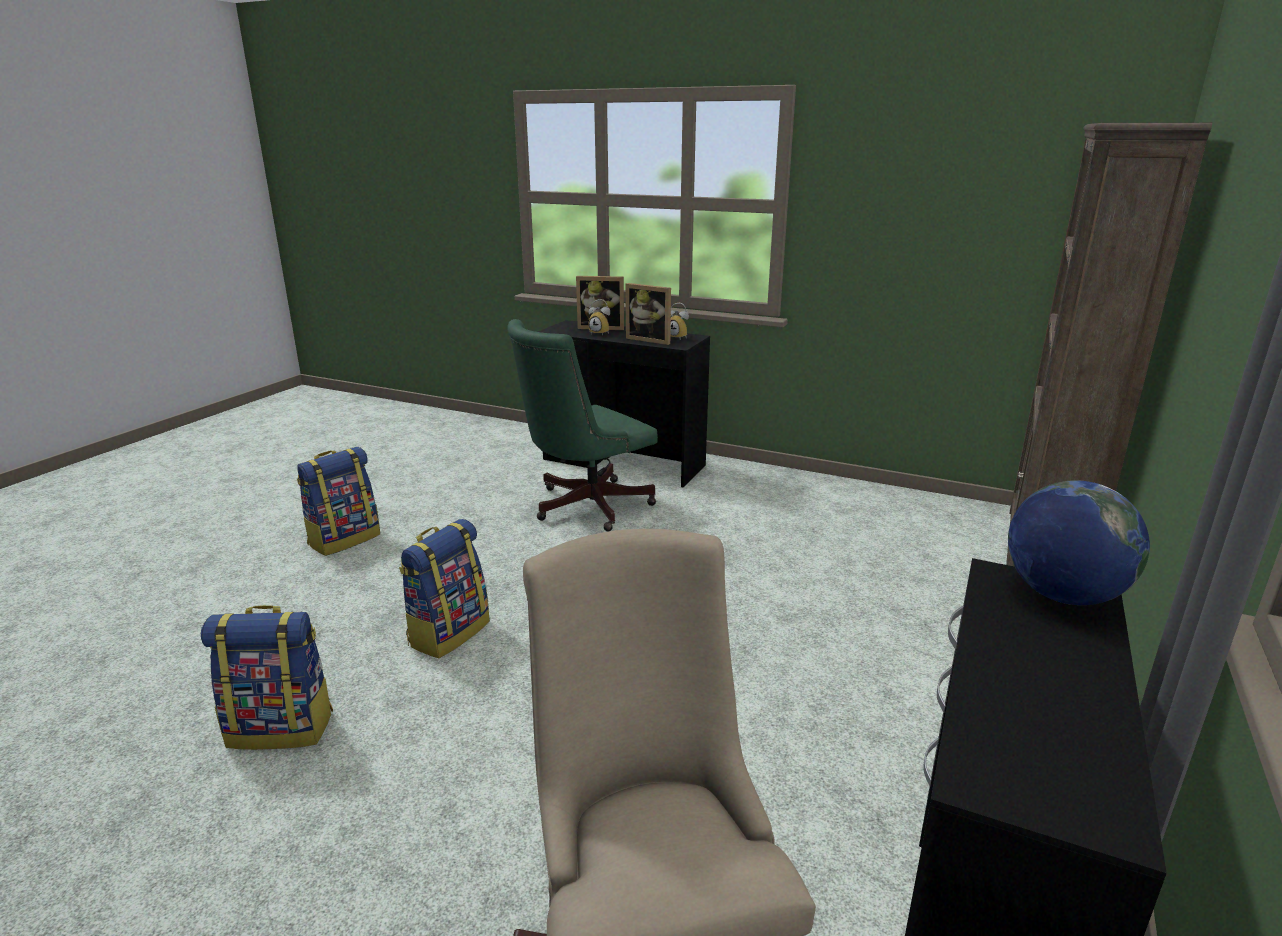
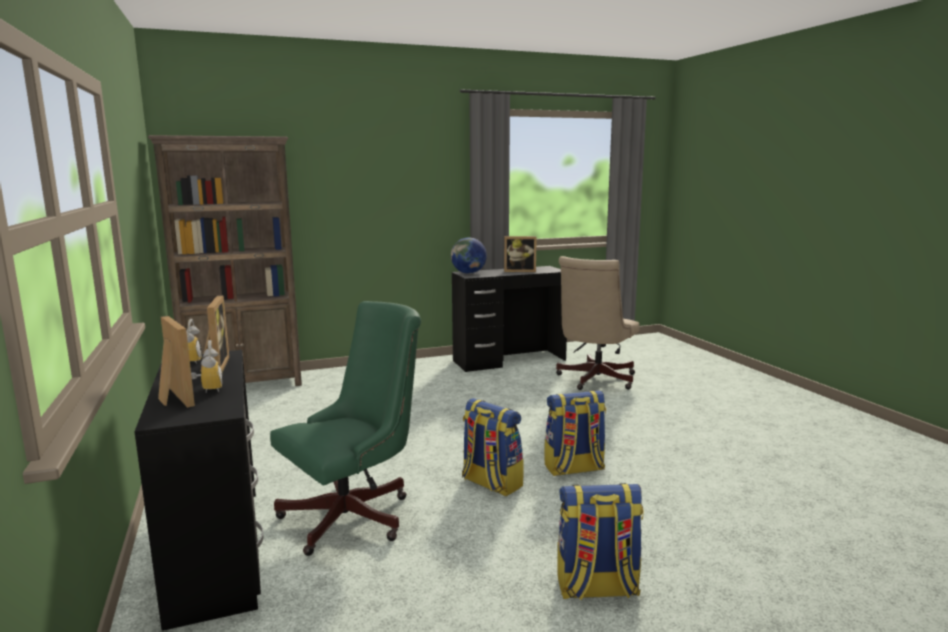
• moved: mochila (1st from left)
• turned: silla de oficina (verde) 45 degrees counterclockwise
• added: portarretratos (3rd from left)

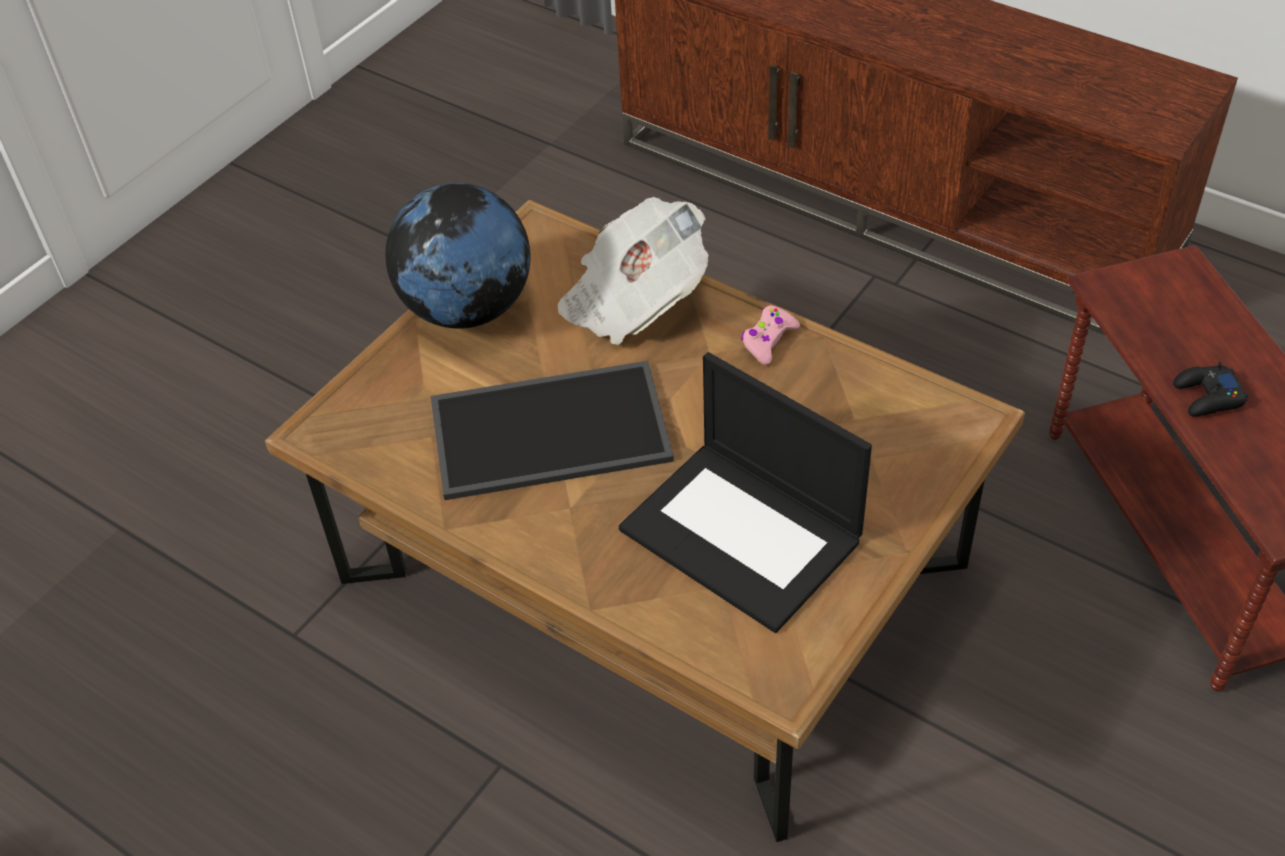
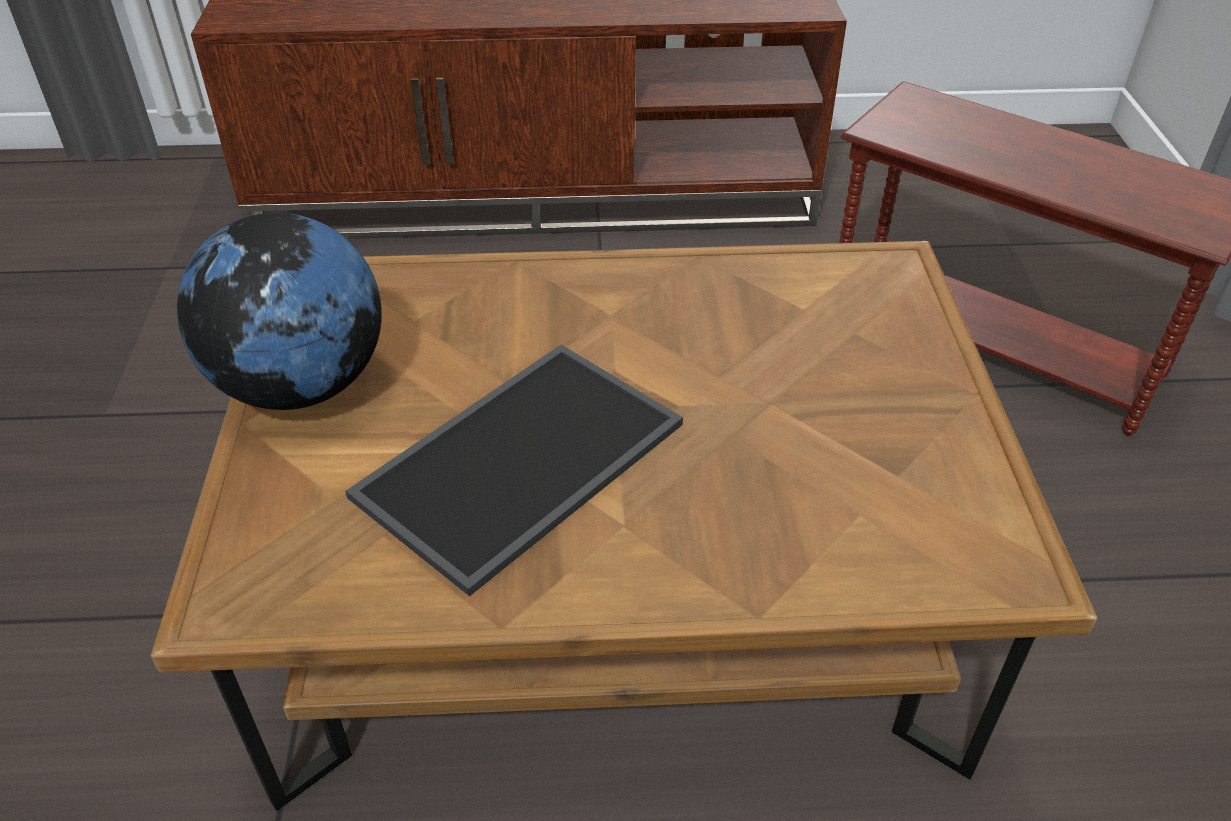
• removed: periódico
• removed: portátil
• removed: mando de consola (rosa)
• removed: mando de consola (negro)

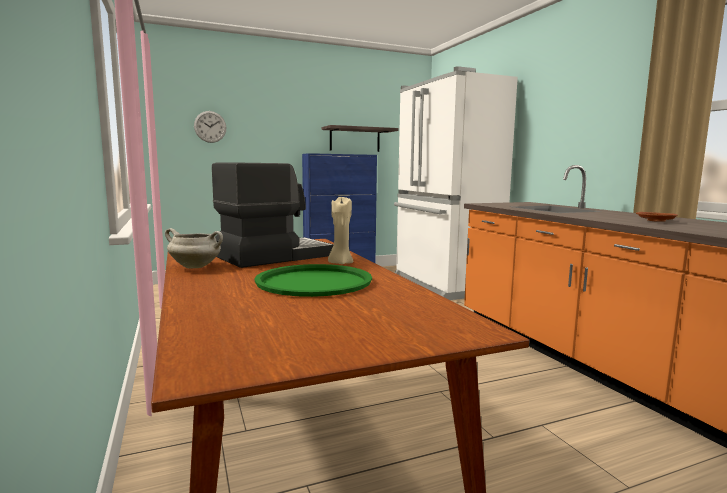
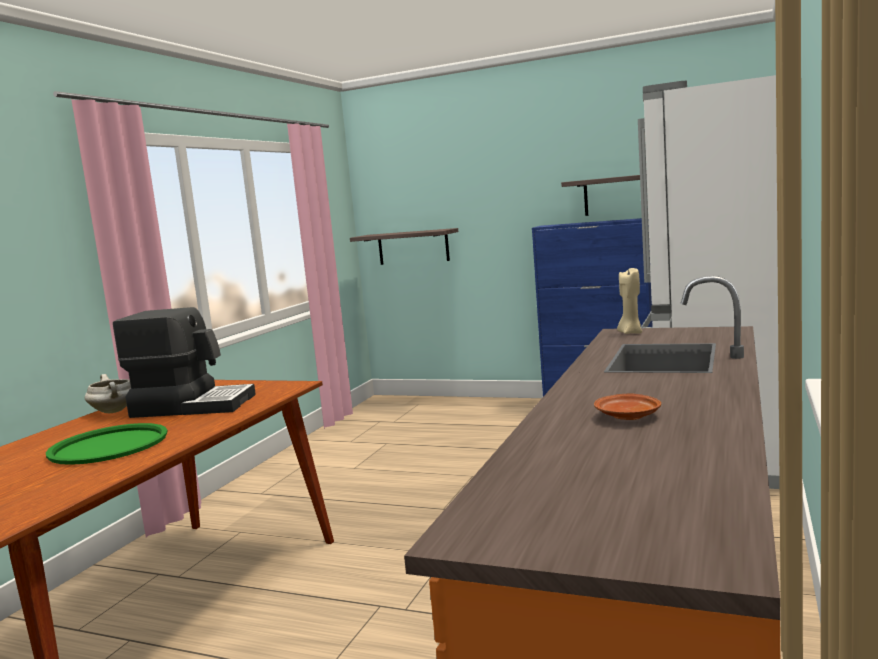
• removed: reloj de pared
• moved: vela (beis)
• added: estante (1st from left)

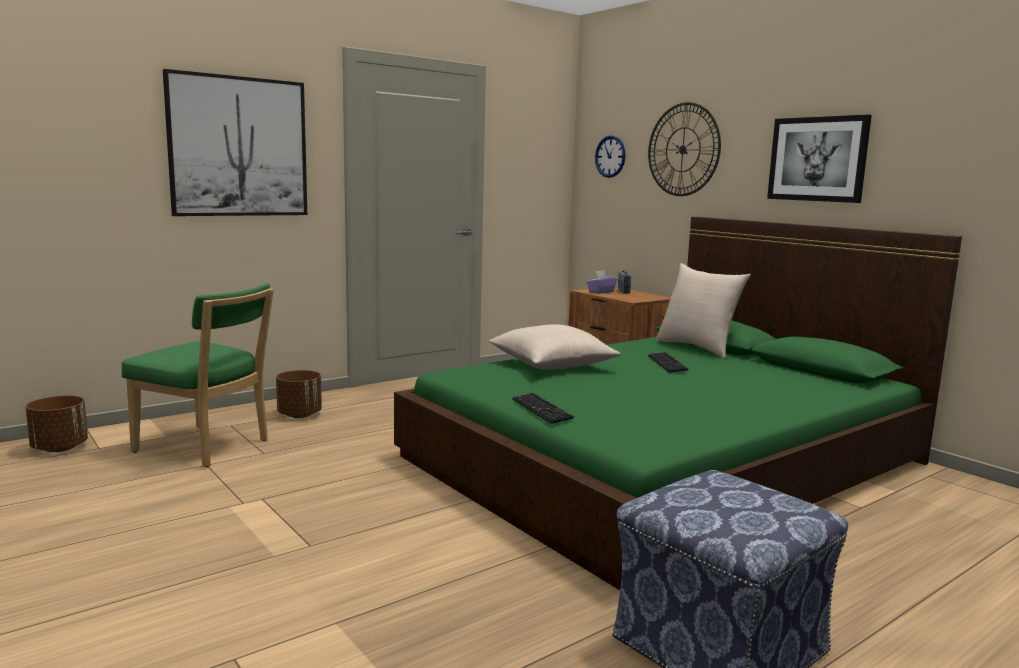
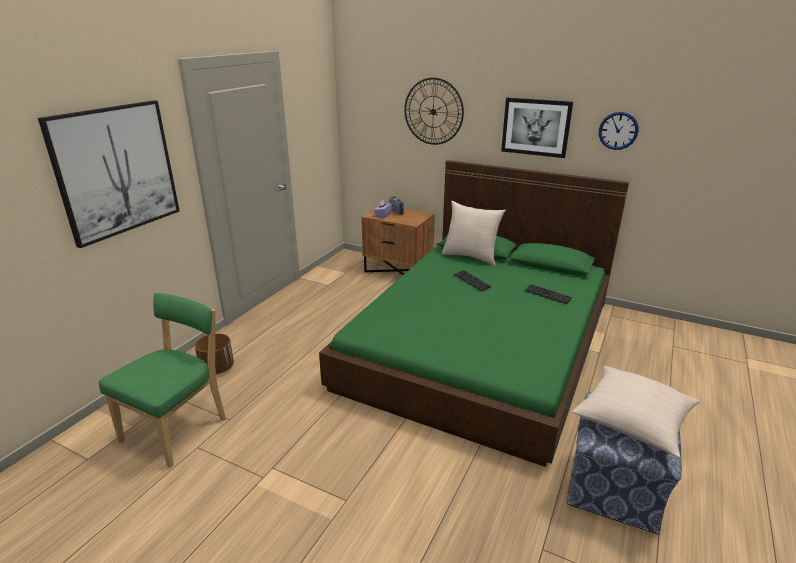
• removed: maceta (marrón) (1st from left)
• turned: silla (verde) 60 degrees counterclockwise
• moved: cojín (beis) (1st from left in the first image) to cojín (beis) (2nd from left)
• moved: teclado (1st from left in the first image) to teclado (2nd from left)
• moved: reloj de pared (1st from left in the first image) to reloj de pared (2nd from left)

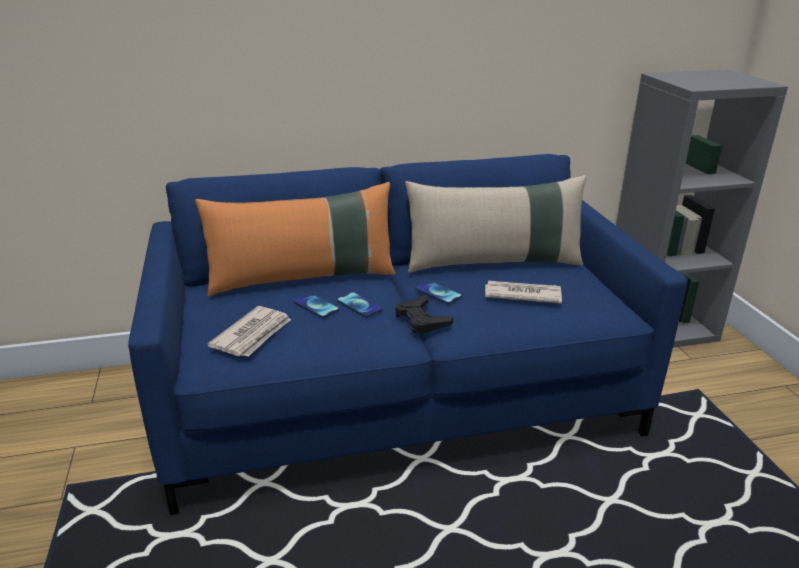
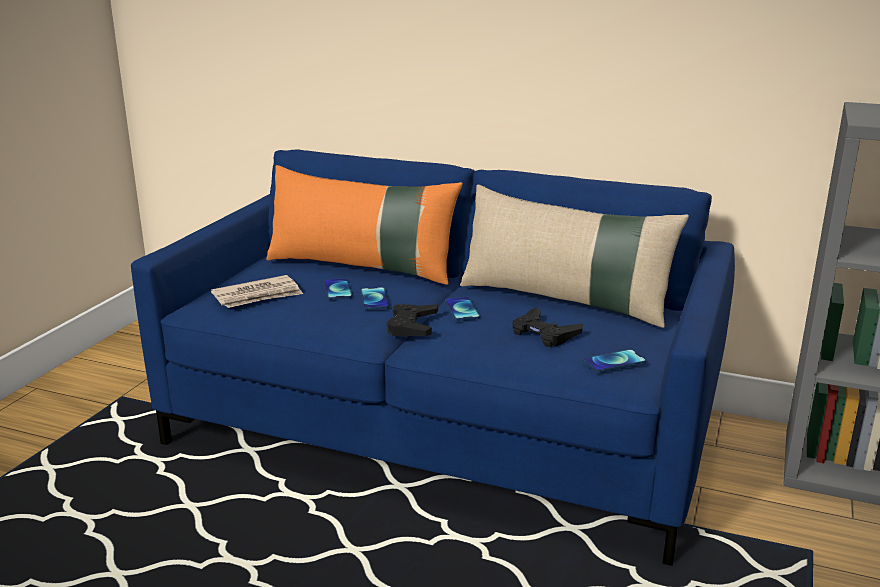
• replaced: periódico (2nd from left) to mando de consola (negro) (2nd from left)
• added: móvil (4th from left)

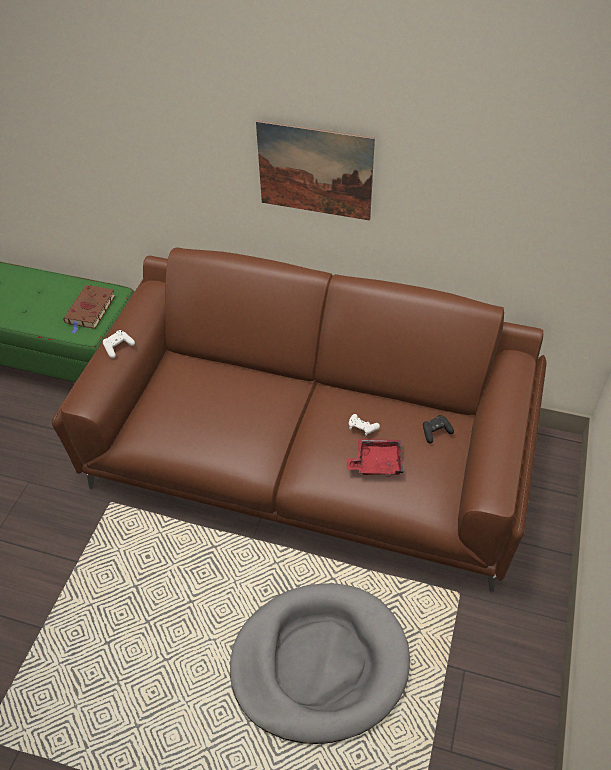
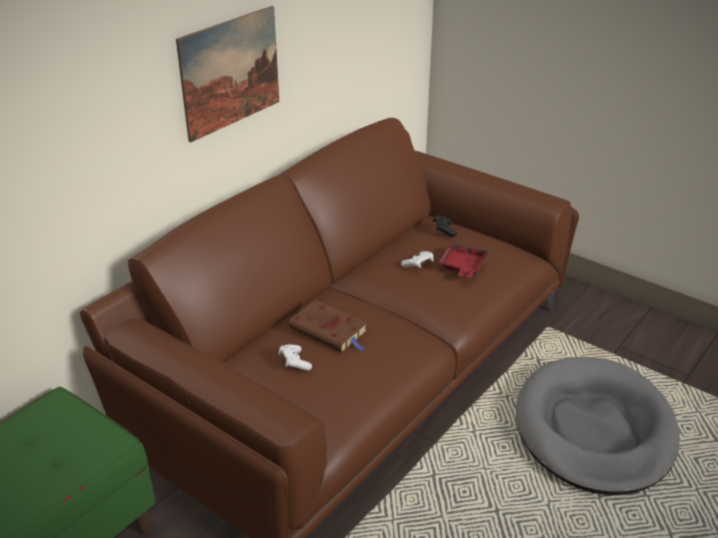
• moved: libro (marrón)
• moved: mando de consola (blanco) (1st from left)

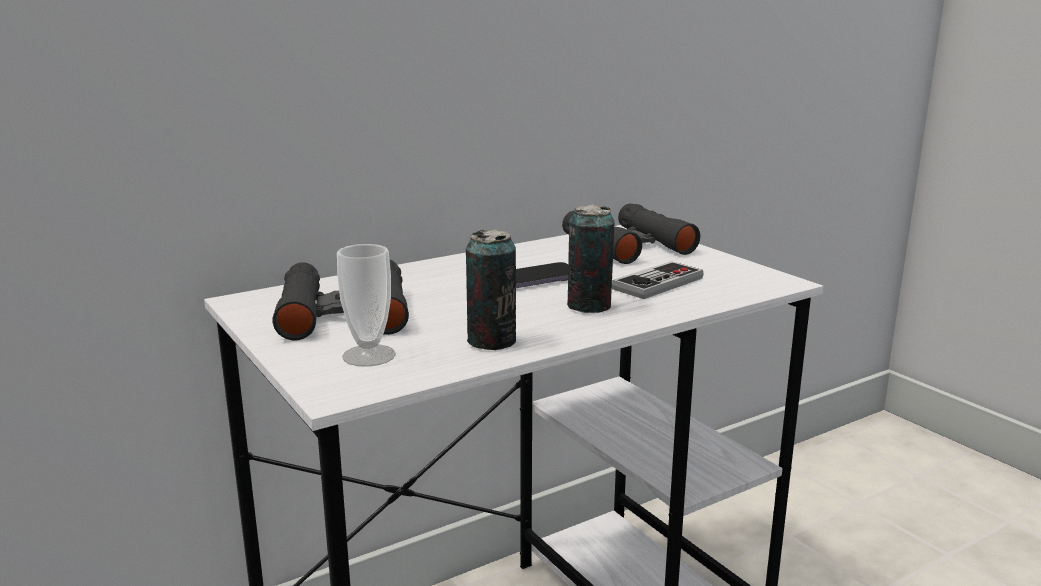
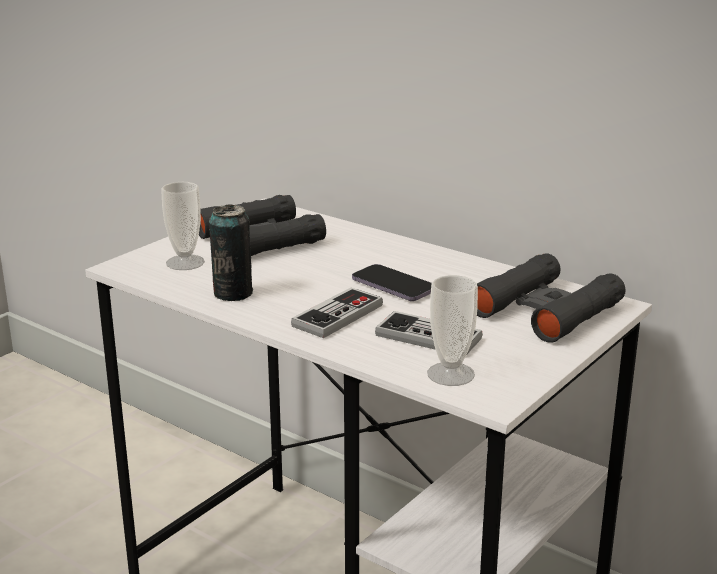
• replaced: lata (2nd from left) to mando de consola (1st from left)
• added: taza (2nd from left)

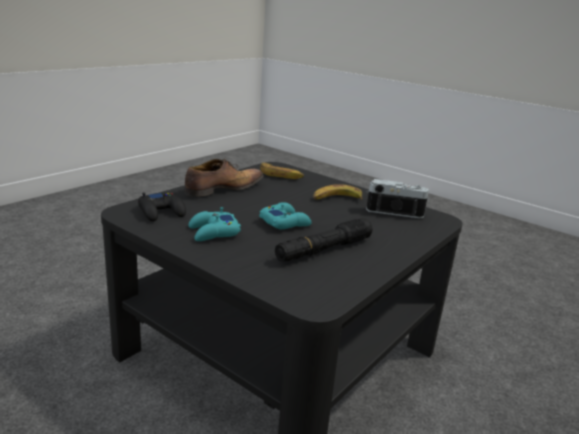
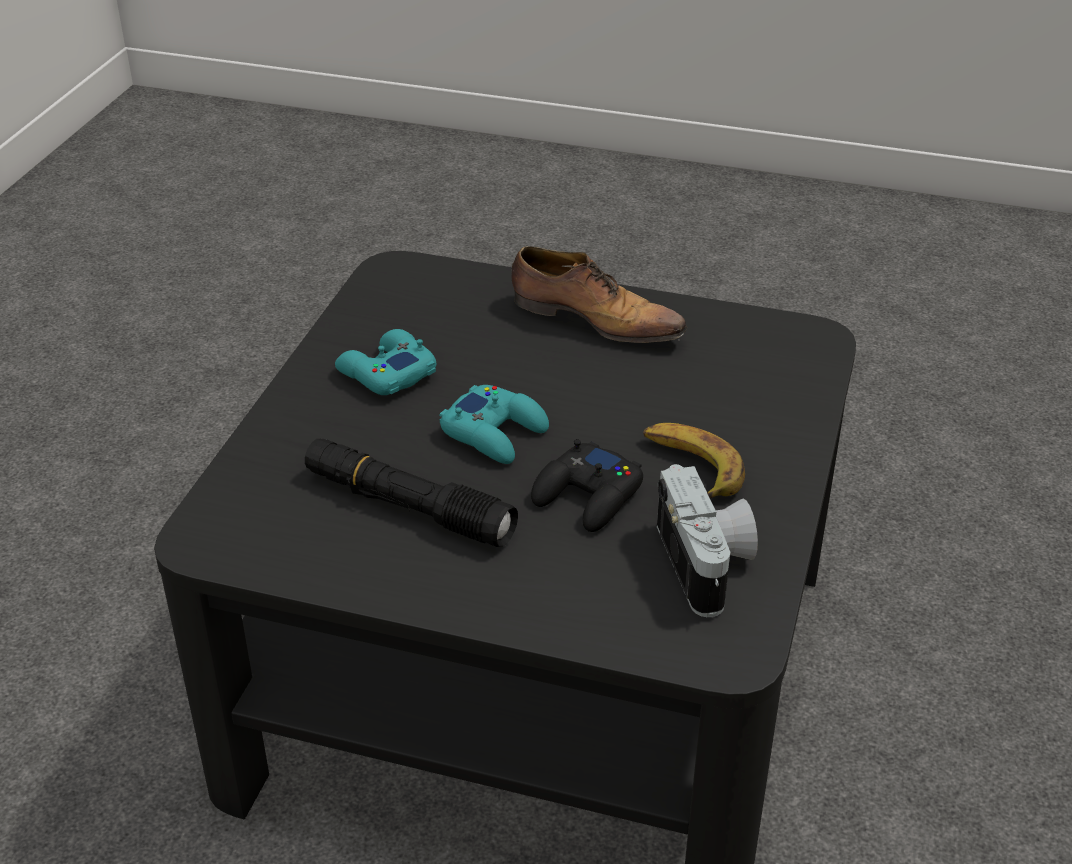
• moved: mando de consola (negro)
• removed: plátano (1st from left)

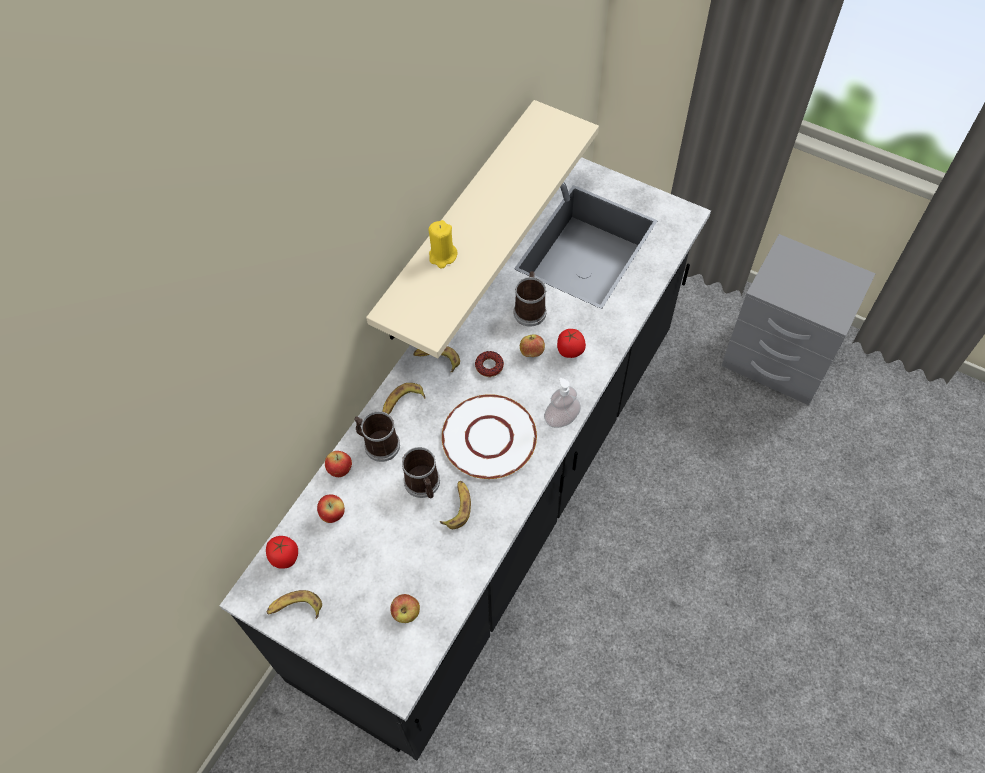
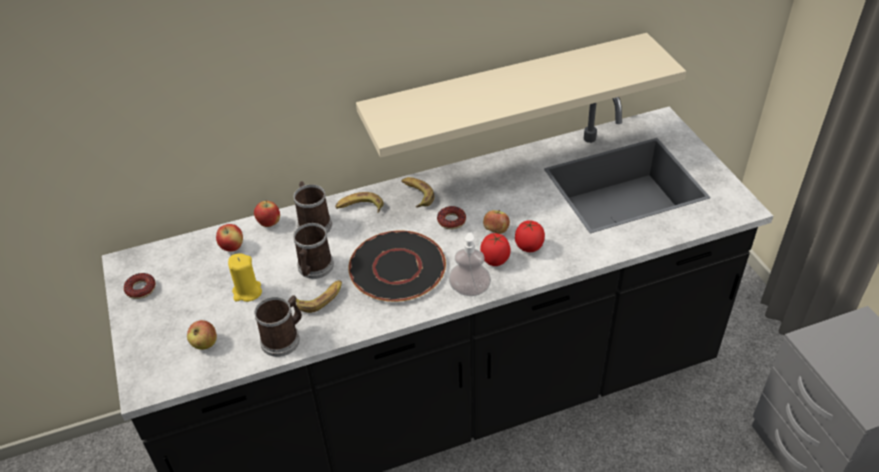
• moved: tomate (1st from left)
• replaced: plátano (1st from left) to rosquilla (1st from left)
• moved: vela (amarillo)
• recoloured: plato (blanco) to plato (negro)
• moved: taza grande (3rd from left in the first image) to taza grande (1st from left)

